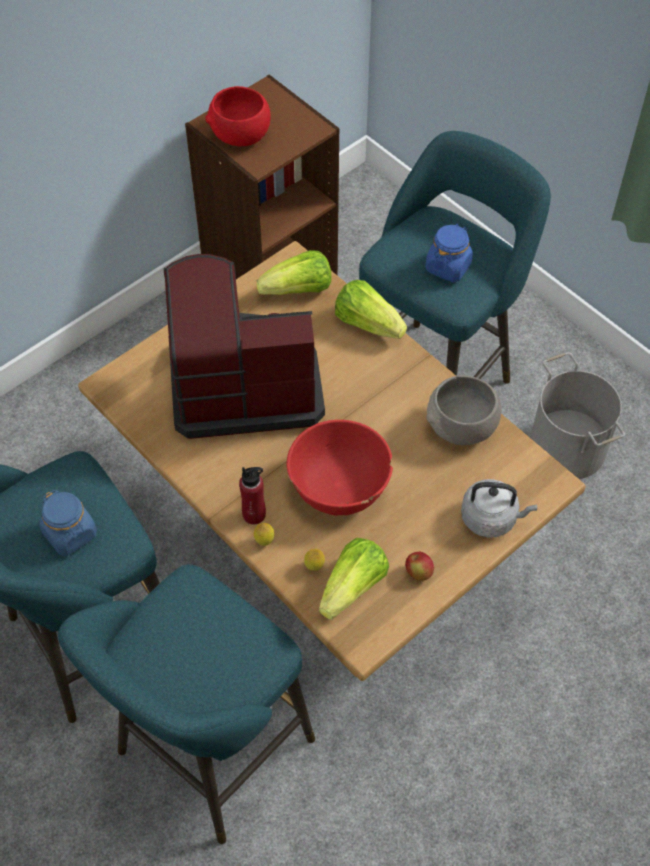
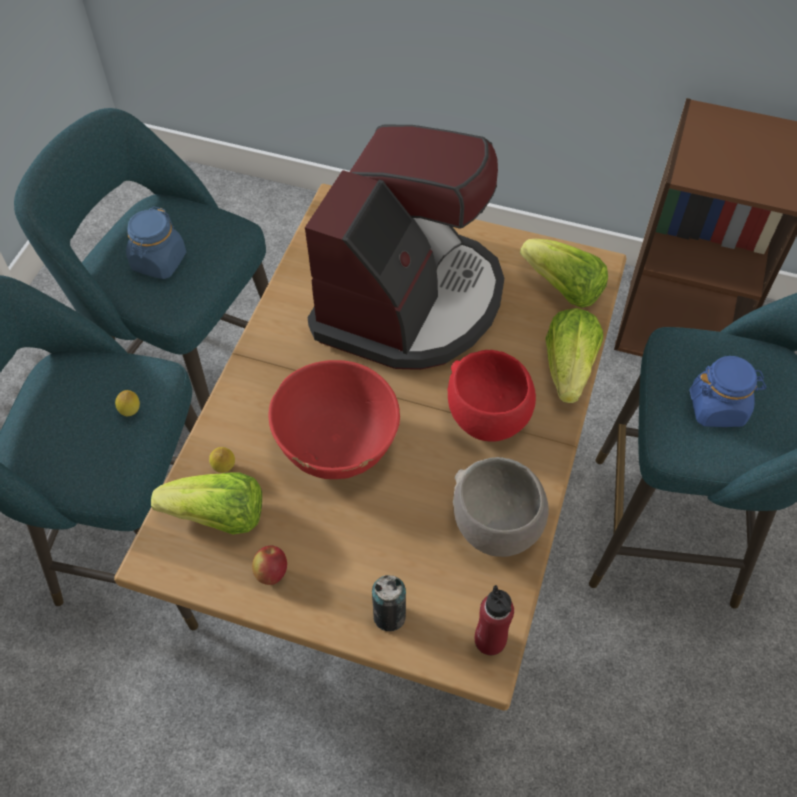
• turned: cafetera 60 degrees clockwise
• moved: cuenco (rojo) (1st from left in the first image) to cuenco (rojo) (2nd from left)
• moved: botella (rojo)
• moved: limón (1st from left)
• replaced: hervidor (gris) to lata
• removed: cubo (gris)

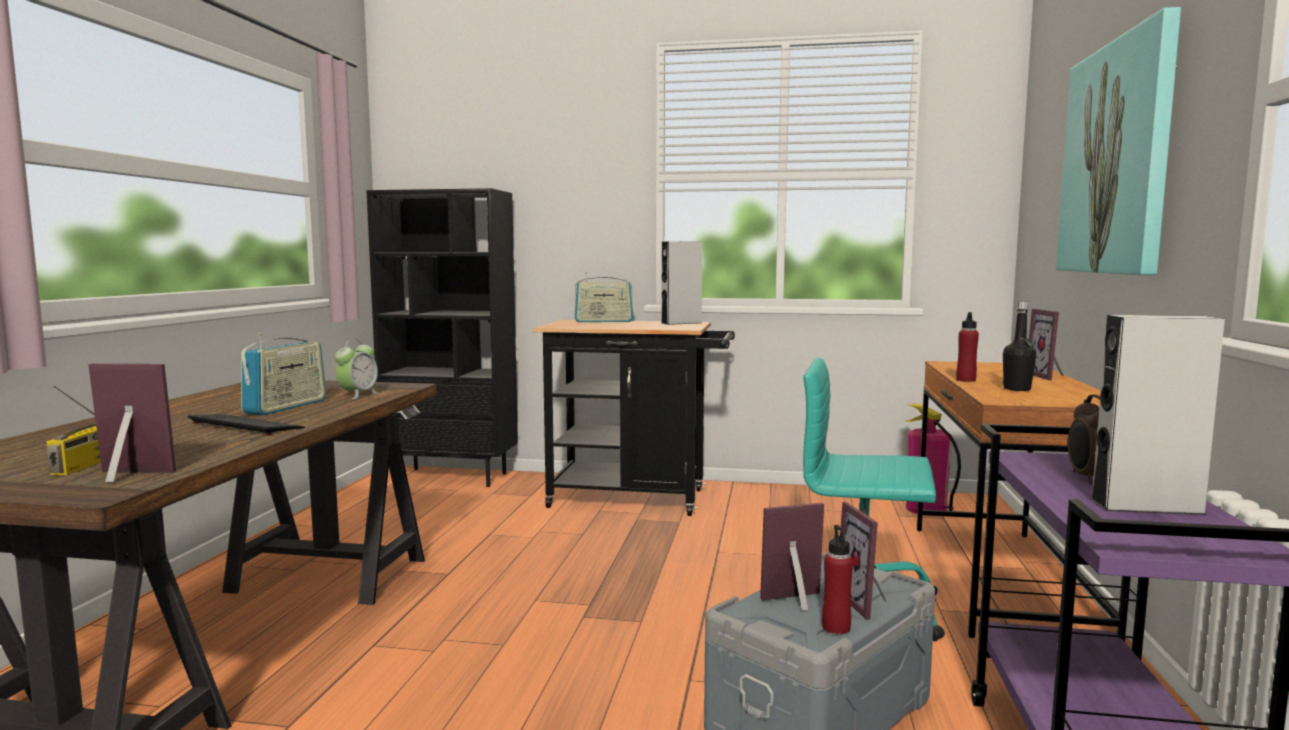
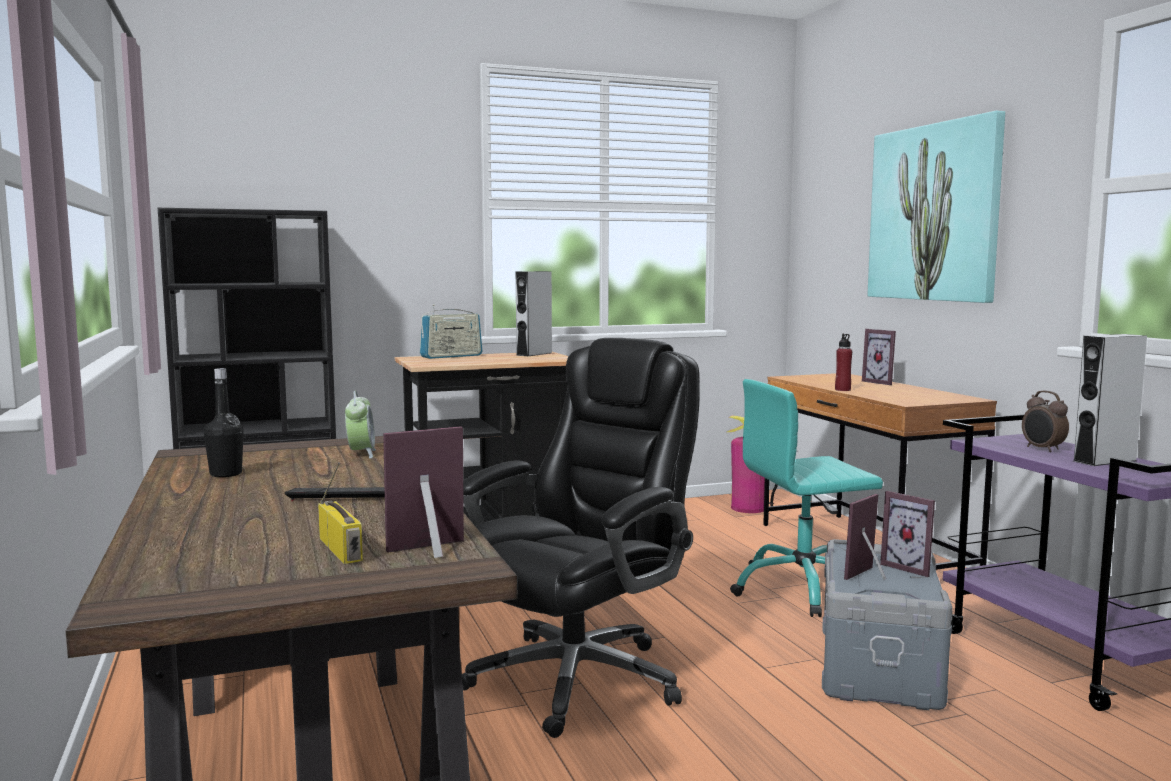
• removed: radio (2nd from left)
• removed: botella (rojo) (1st from left)
• moved: botella (negro)
• added: silla de oficina (negro)

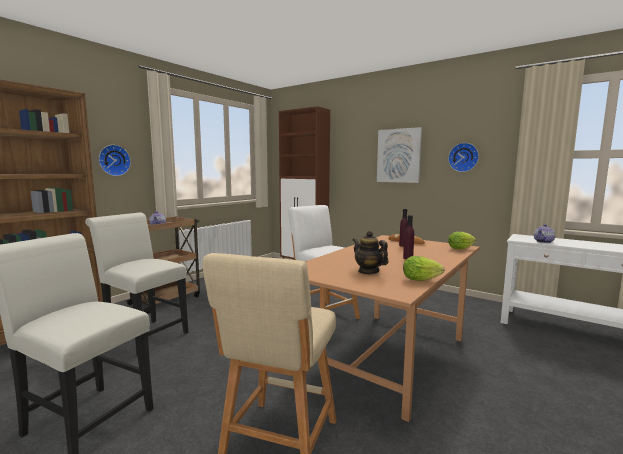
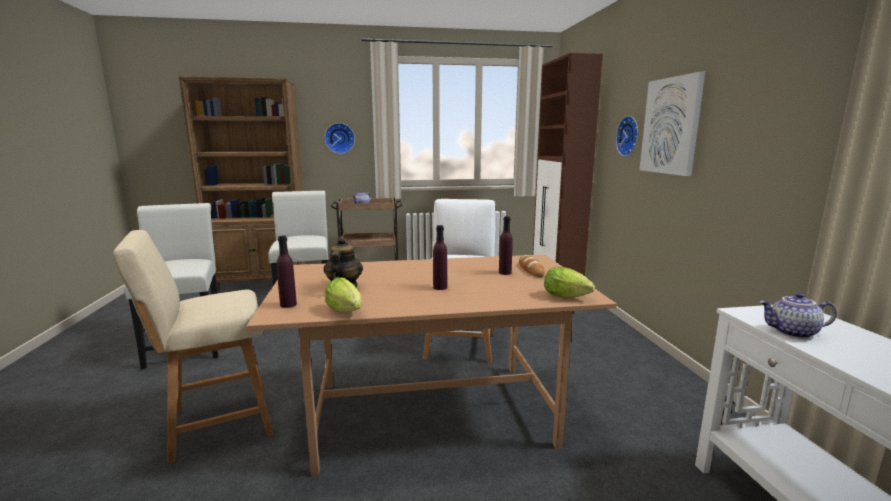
• moved: reloj de pared (2nd from left)
• added: botella (morado) (1st from left)

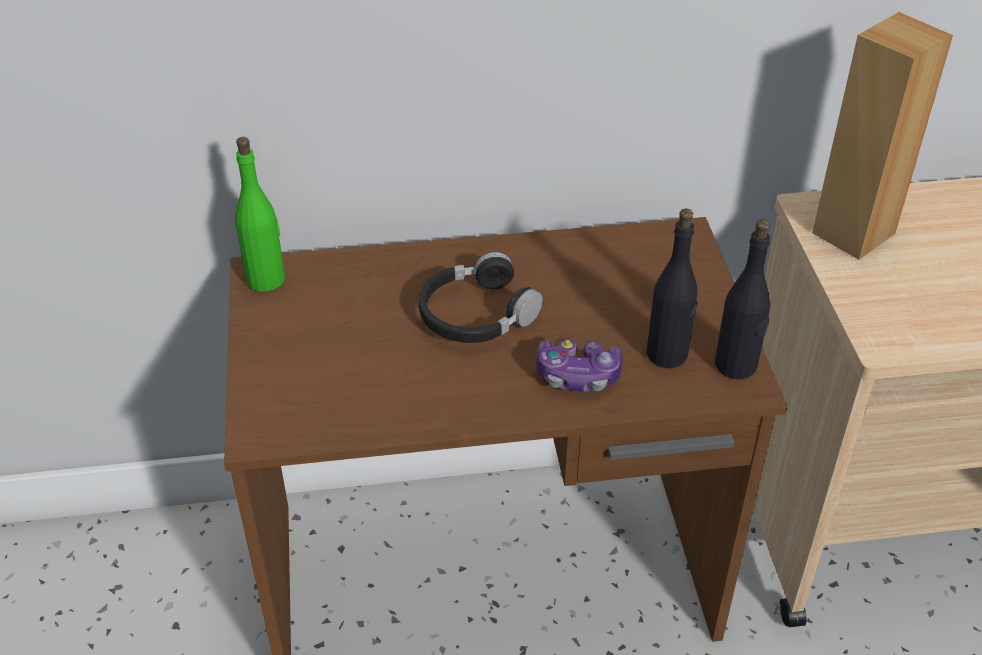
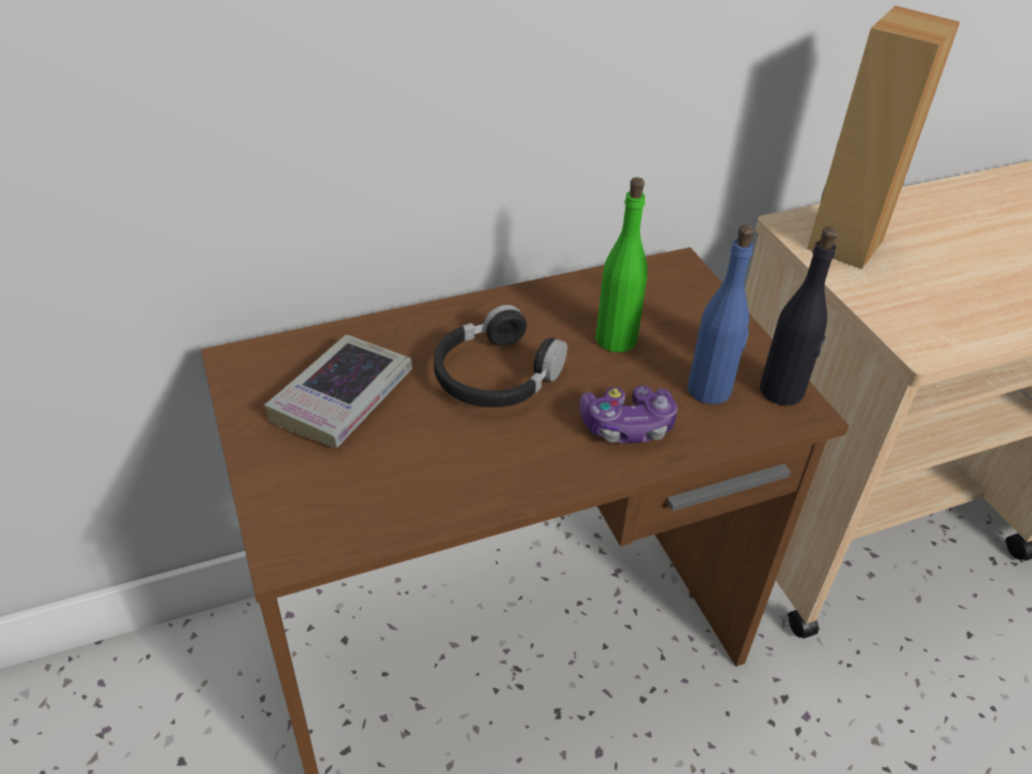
• moved: botella (verde)
• recoloured: botella (negro) (1st from left) to botella (azul)
• added: libro

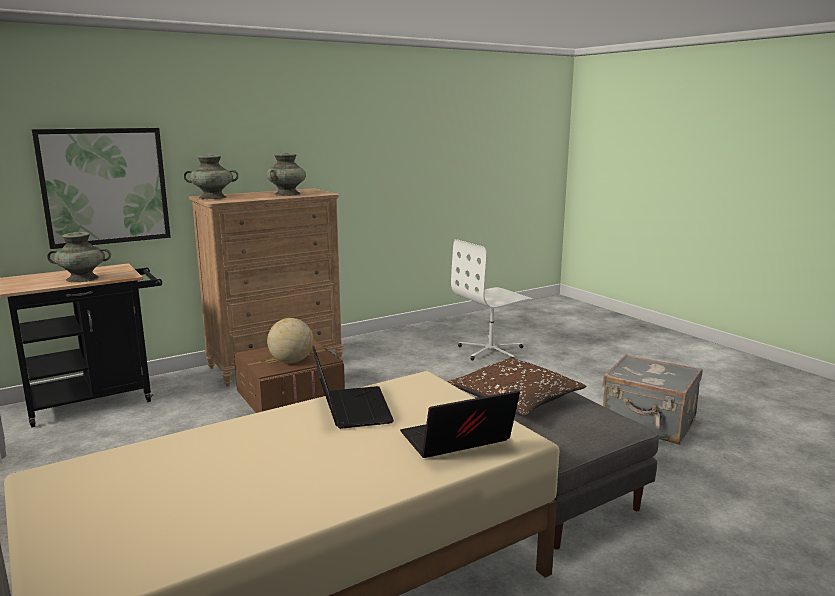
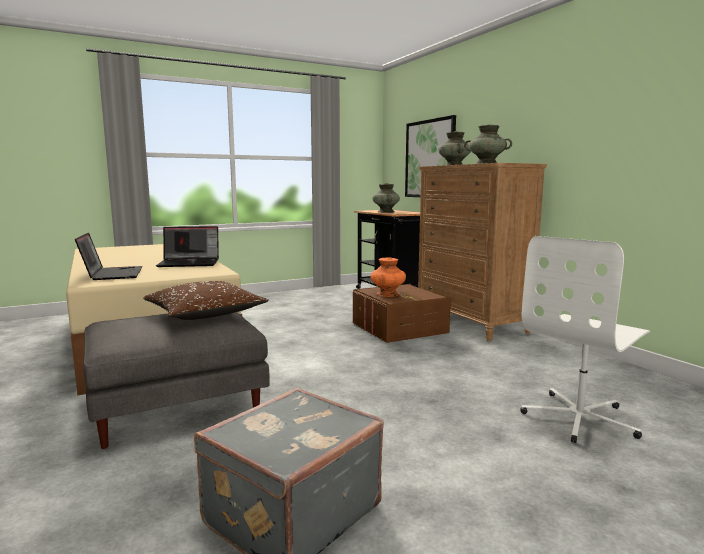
• replaced: globo terráqueo to florero (naranja)
• turned: silla de oficina (blanco) 105 degrees counterclockwise

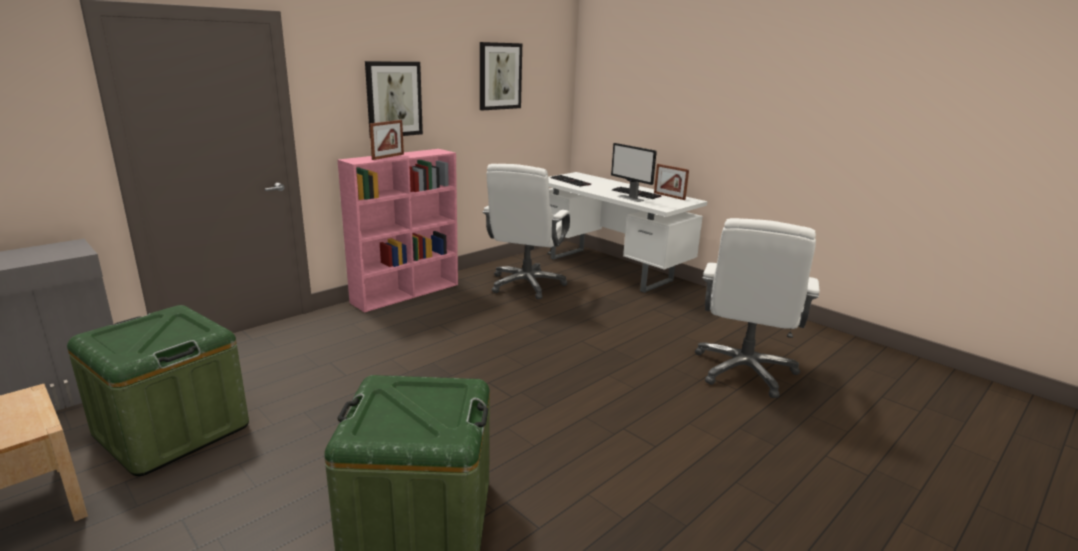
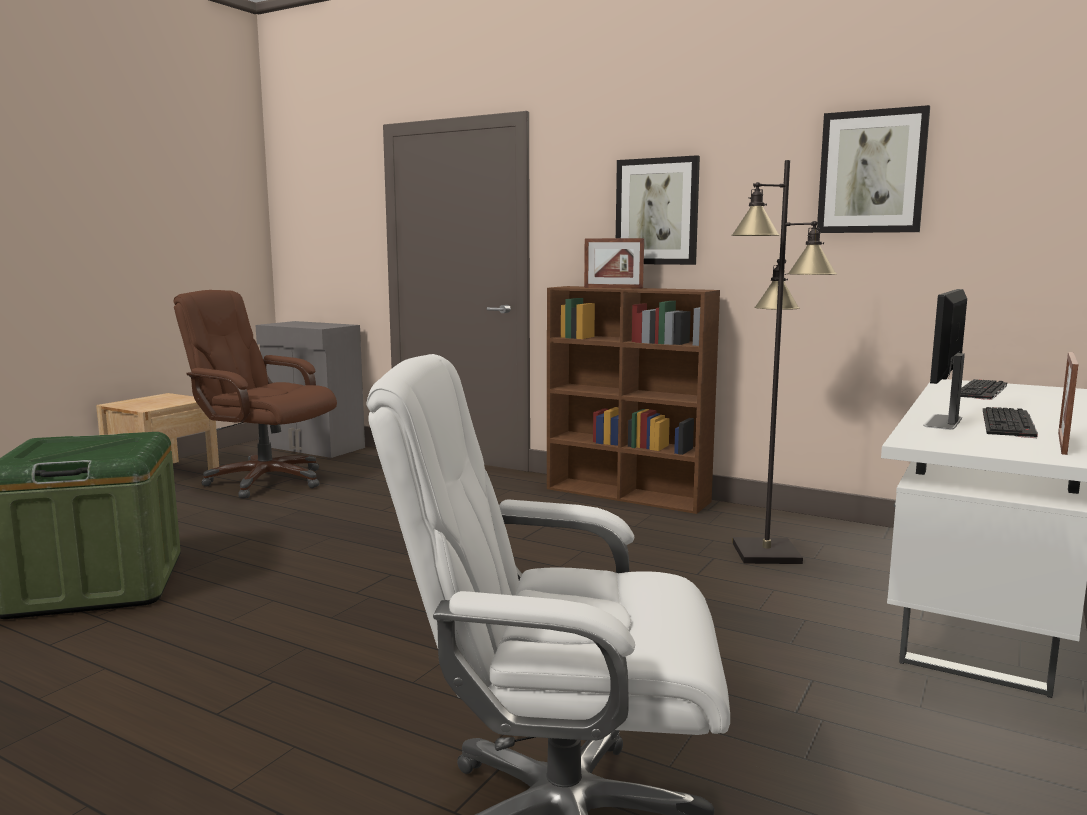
• replaced: caja de almacenaje (verde) (1st from left) to silla de oficina (marrón)
• recoloured: estantería (rosa) to estantería (marrón)
• replaced: silla de oficina (blanco) (1st from left) to lámpara de pie (negro)

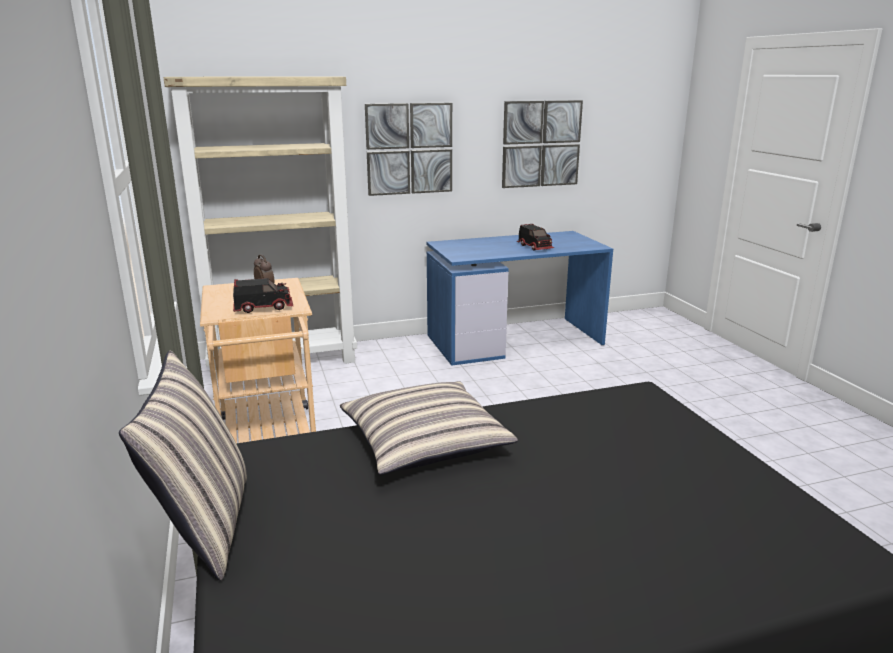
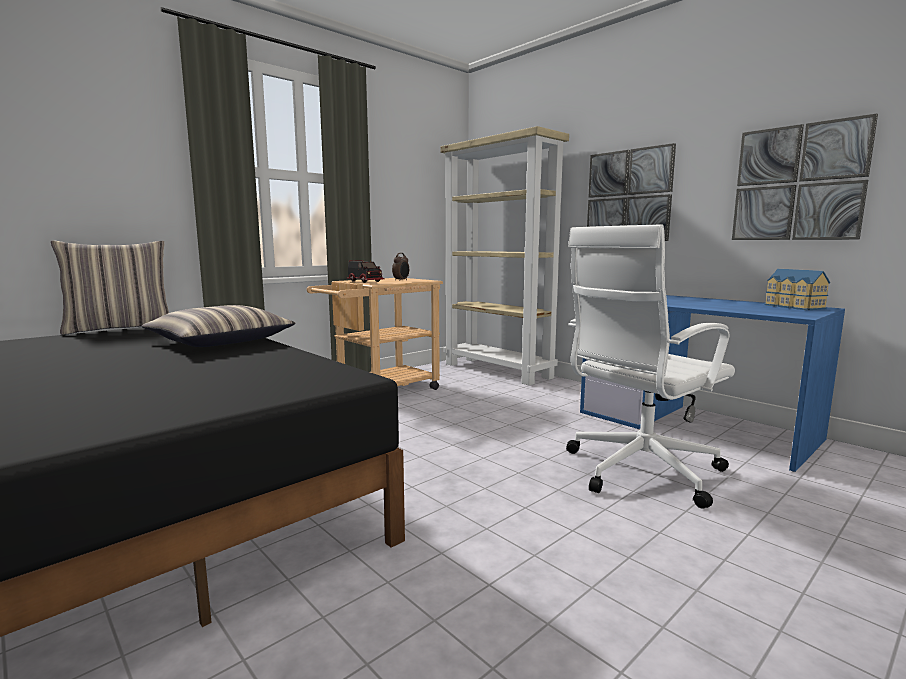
• removed: camión de juguete (2nd from left)
• added: silla de oficina (blanco)
• added: casita

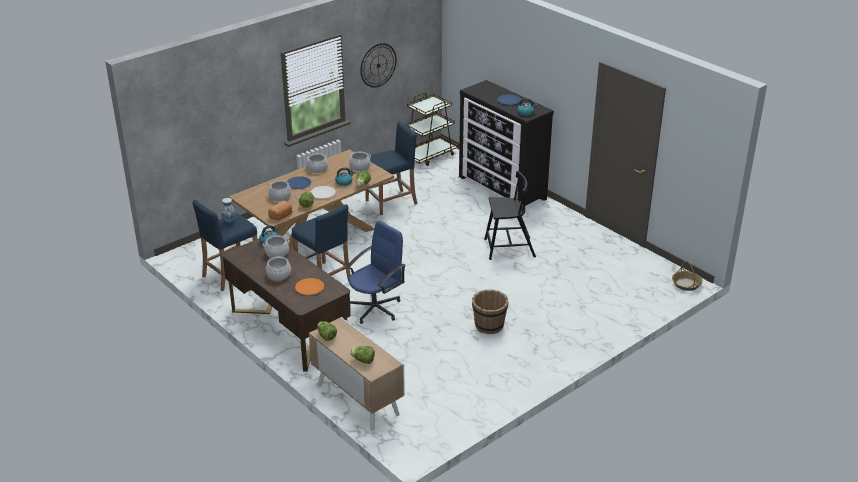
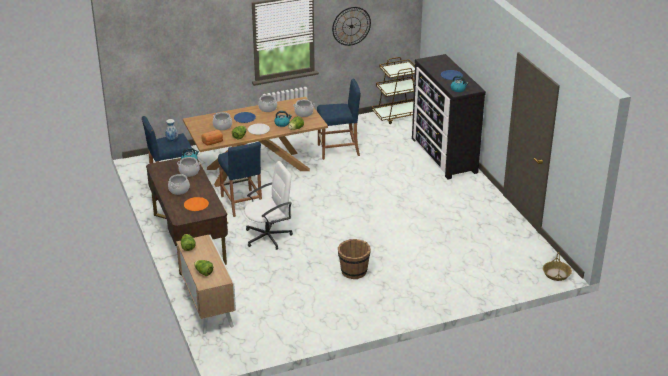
• recoloured: silla de oficina (azul) to silla de oficina (blanco)
• removed: silla (negro)

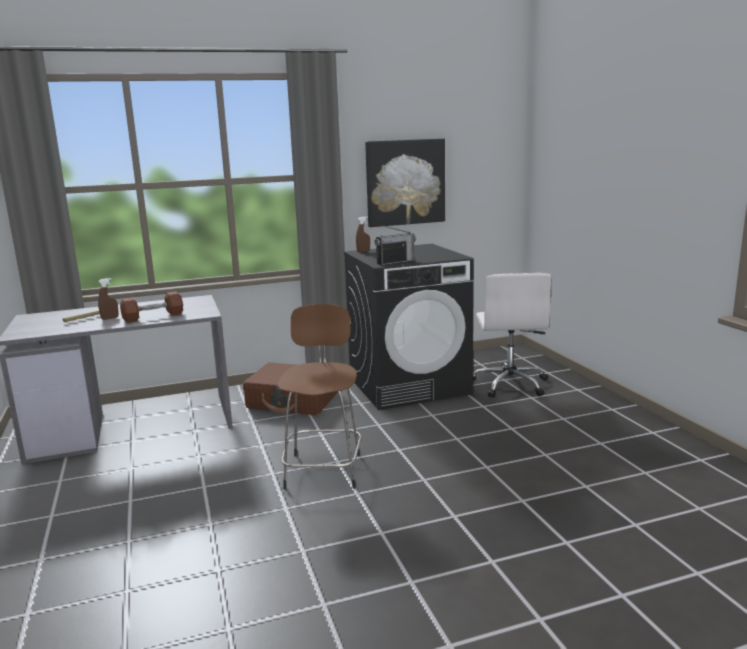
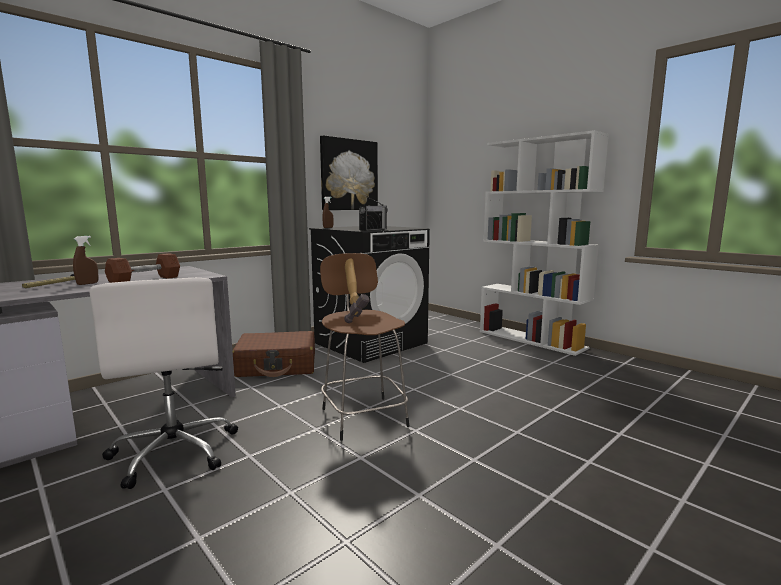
• moved: silla de oficina (blanco)
• added: martillo (2nd from left)
• added: estantería (blanco)

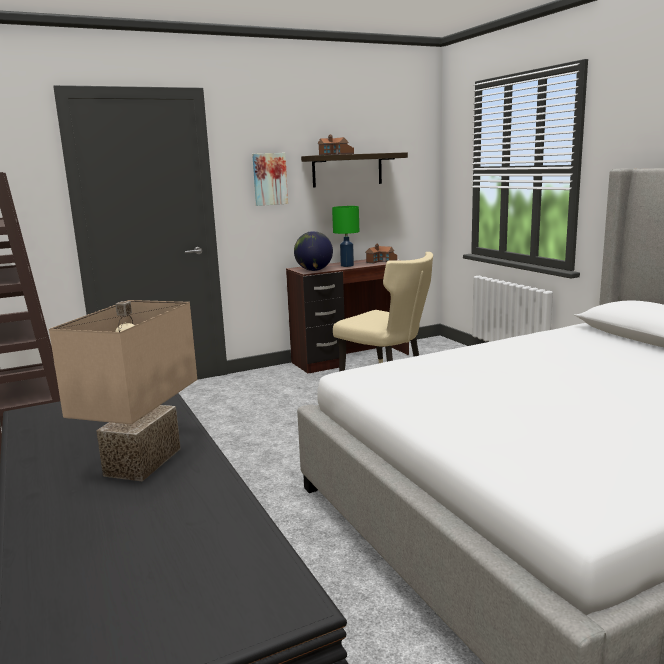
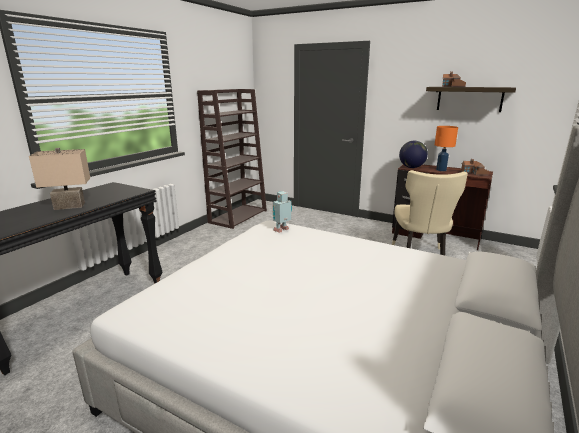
• removed: cuadro
• recoloured: lámpara de mesa (verde) to lámpara de mesa (naranja)
• added: robot de juguete

